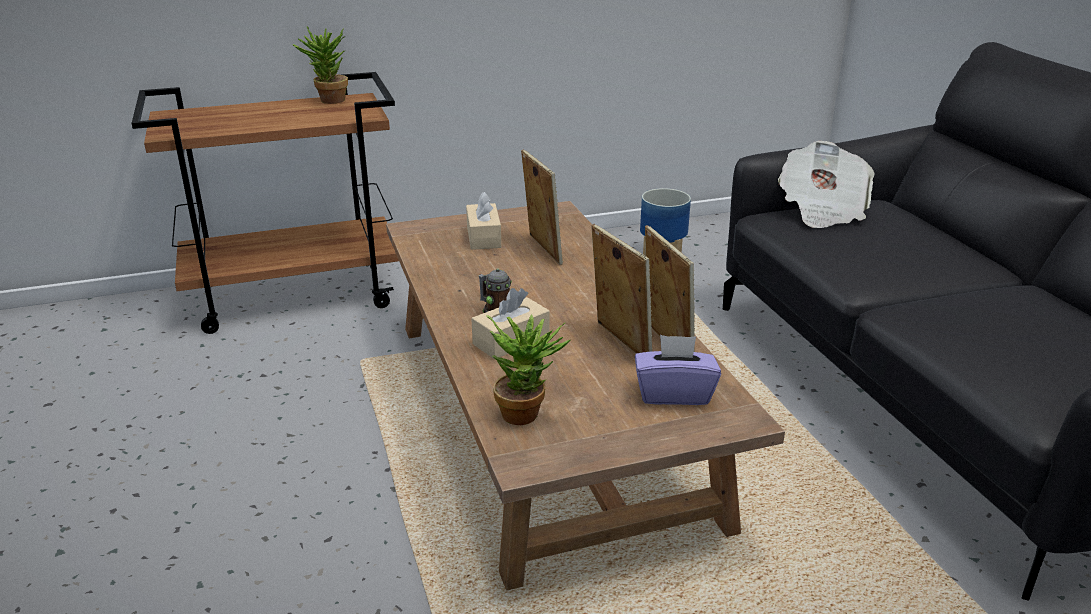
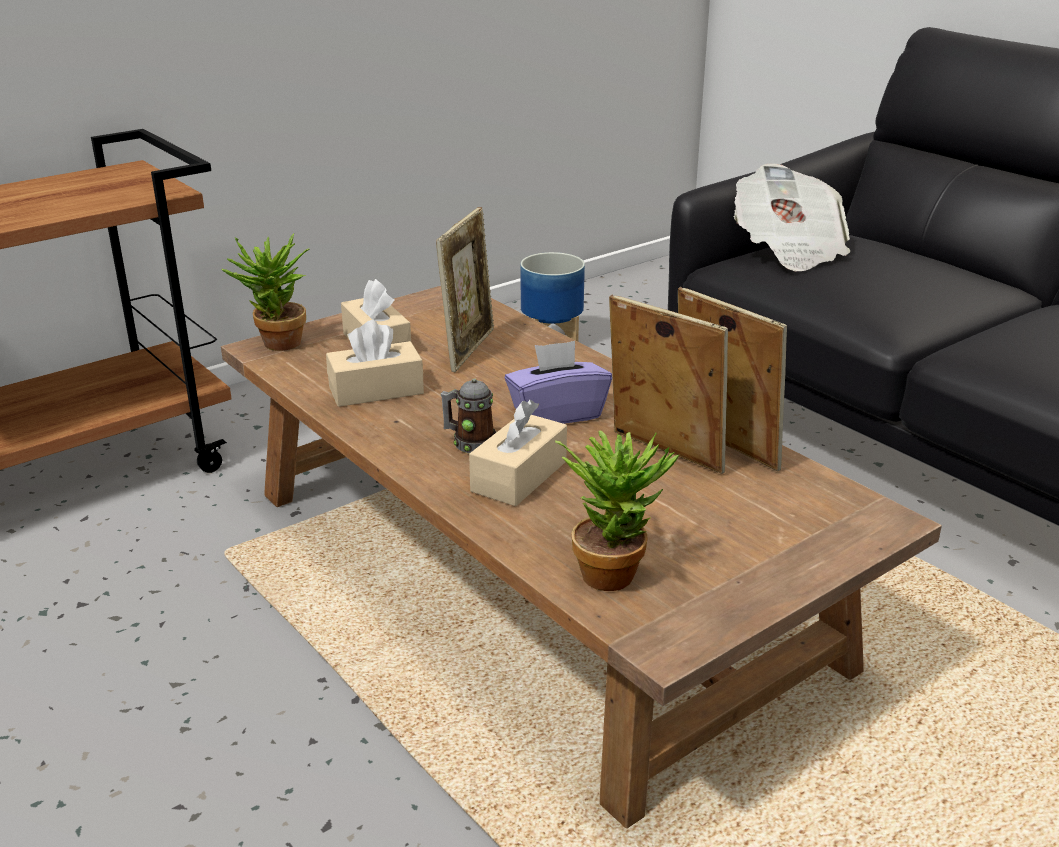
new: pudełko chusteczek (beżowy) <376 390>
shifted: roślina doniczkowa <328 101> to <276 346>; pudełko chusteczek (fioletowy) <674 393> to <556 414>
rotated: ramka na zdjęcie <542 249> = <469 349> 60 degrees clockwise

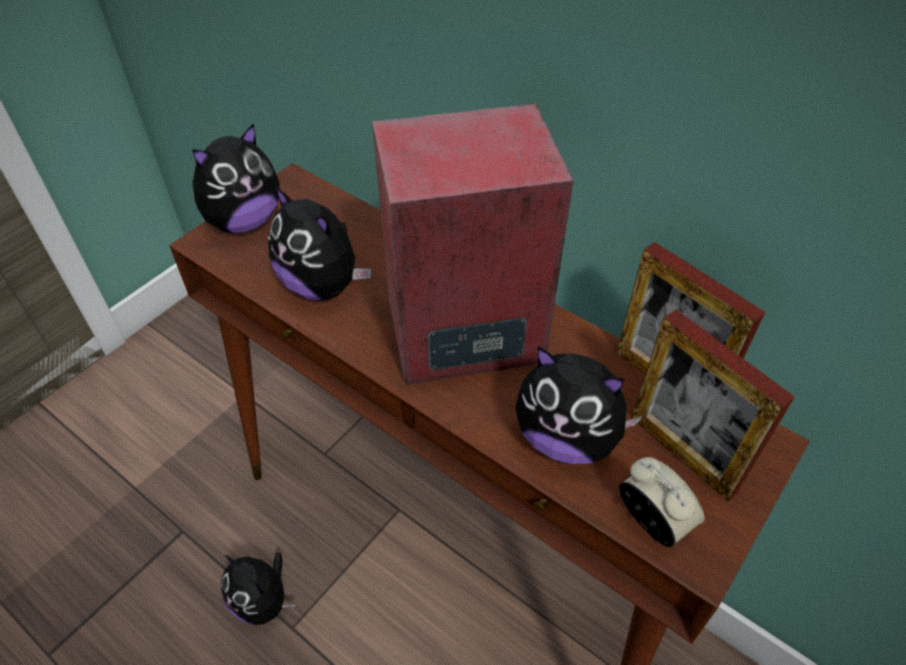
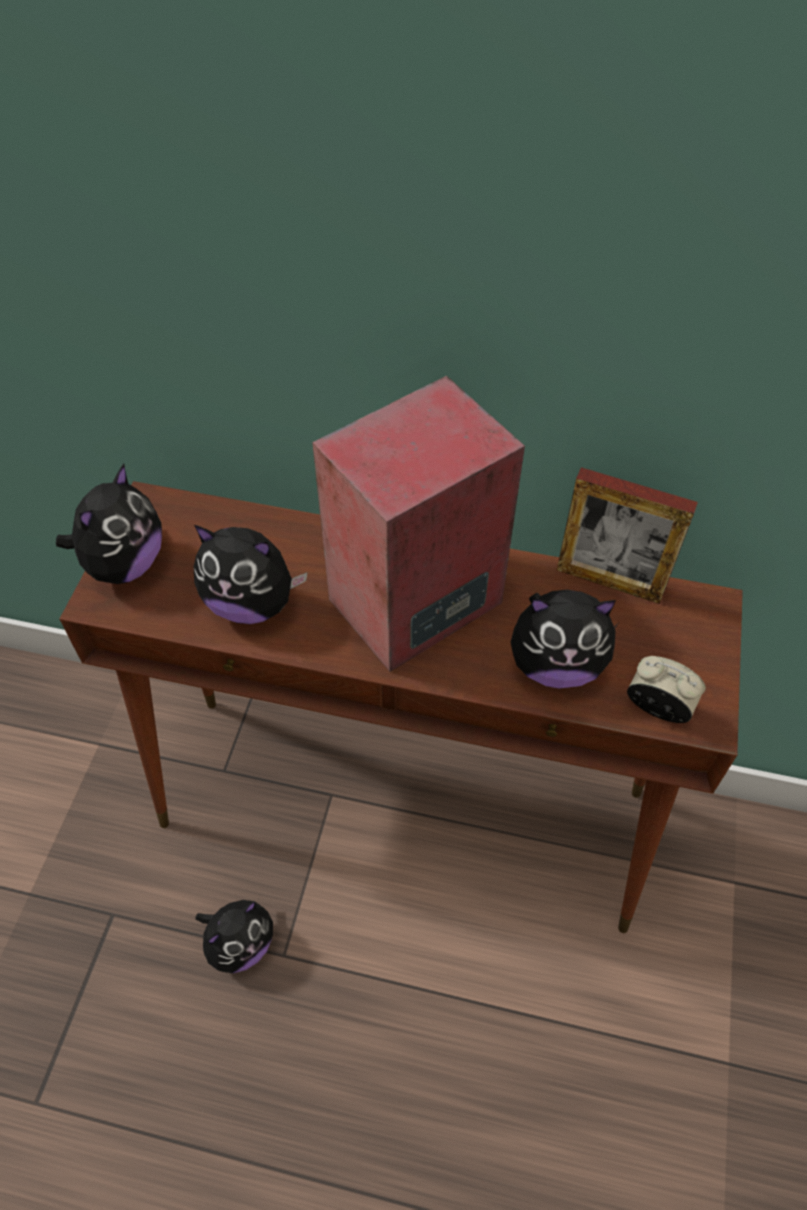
gone: ramka na zdjęcie <683 453>
rotated: pluszak <263 601> = <240 943> 60 degrees counterclockwise

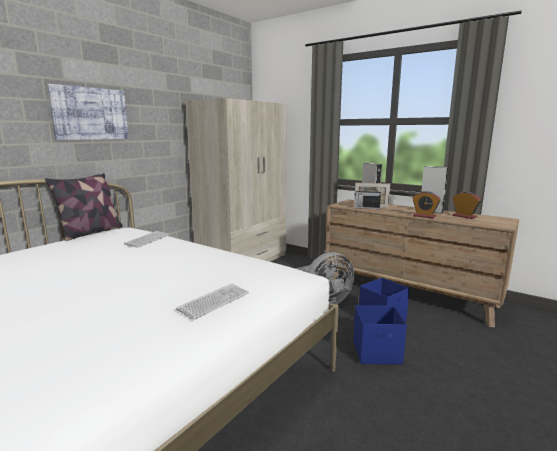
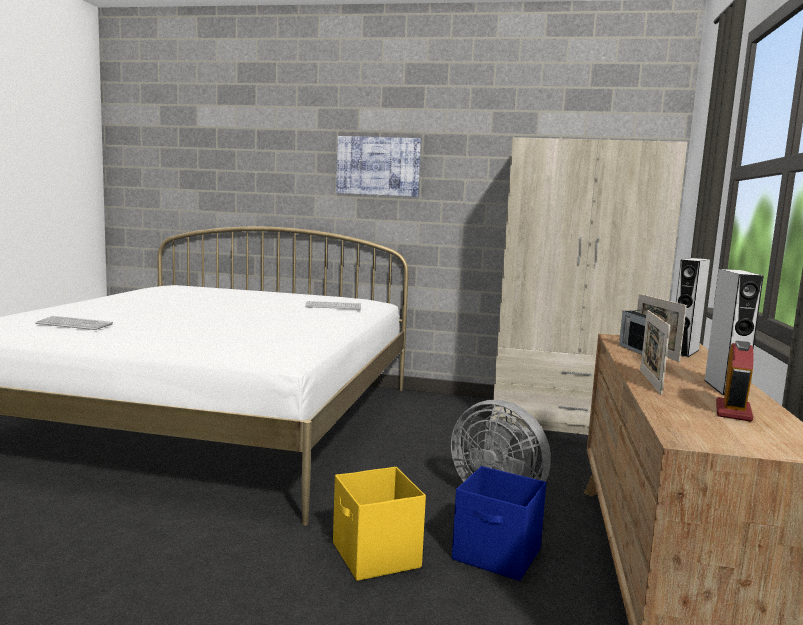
gone: poduszka <91 232>
shifted: klawiatura <214 301> to <74 324>
swapped: budzik <424 216> to ramka na zdjęcie <650 381>
repainted: pojemnik do przechowywania (niebieski) <377 353> to pojemnik do przechowywania (żółty) <375 556>

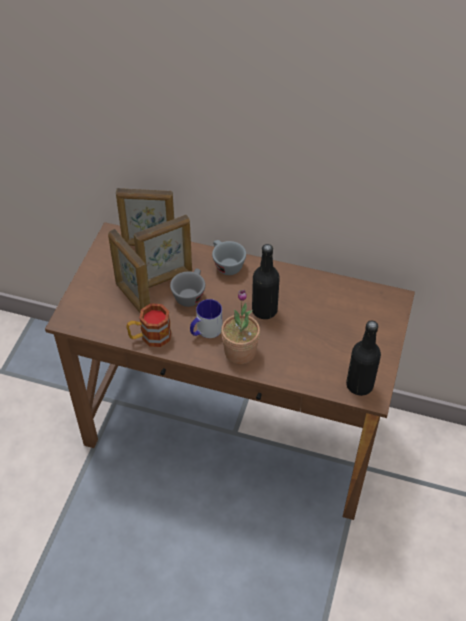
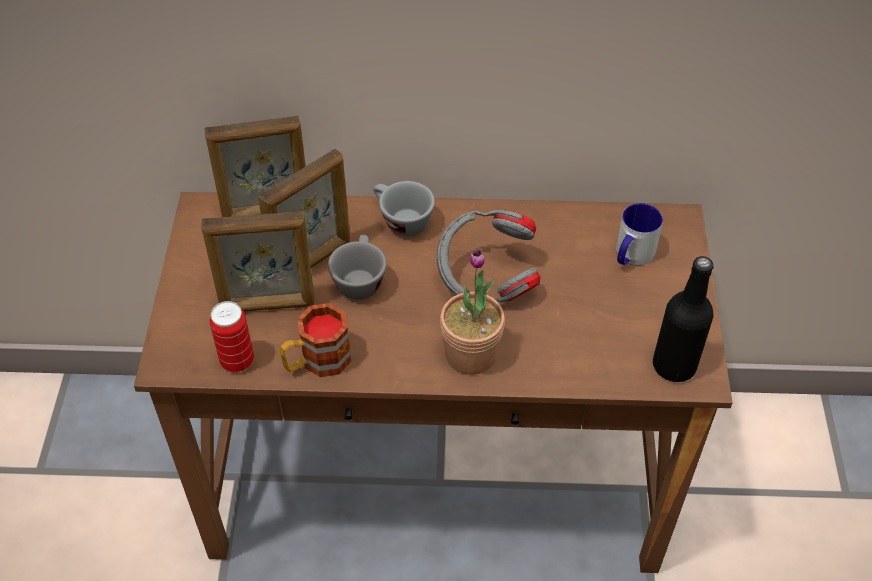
new: puszka <237 361>
shifted: kubek <205 331> to <631 255>
swapped: butelka (czarny) <264 310> to słuchawki (szary) <486 280>
rotated: ramka na zdjęcie <133 299> = <268 305> 45 degrees counterclockwise

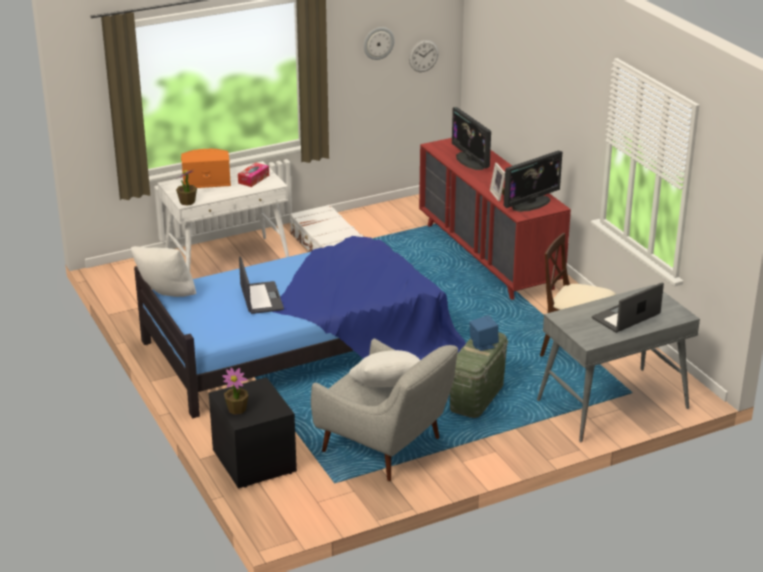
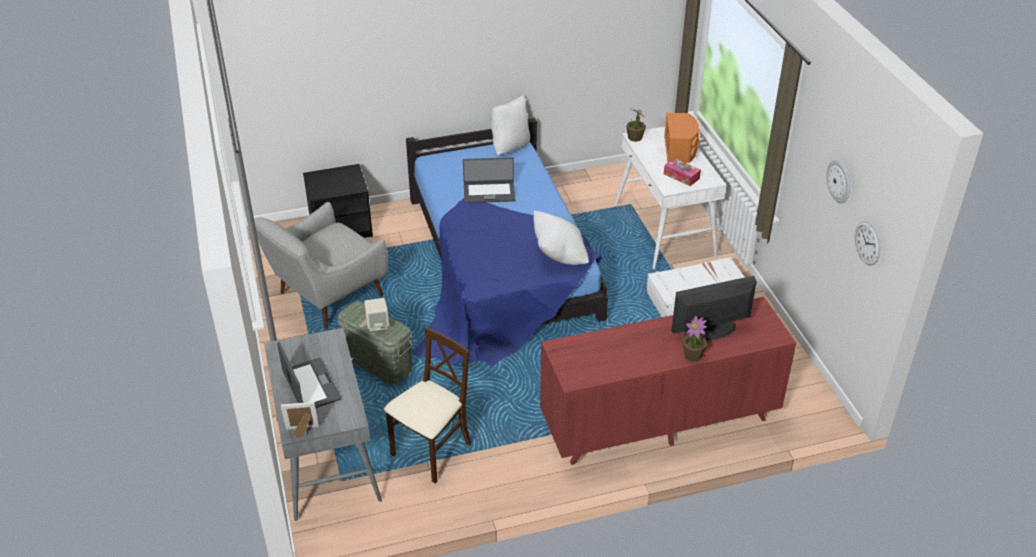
gone: monitor <531 203>
shifted: roślina doniczkowa <237 409> to <693 355>; poduszka (biały) <386 388> to <559 255>; ramka na zdjęcie <499 195> to <302 432>
repainted: głośnik (niebieski) <483 345> to głośnik (beżowy) <377 324>

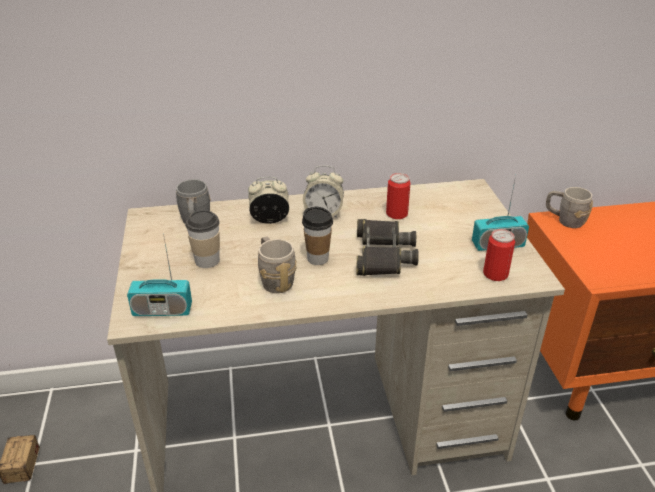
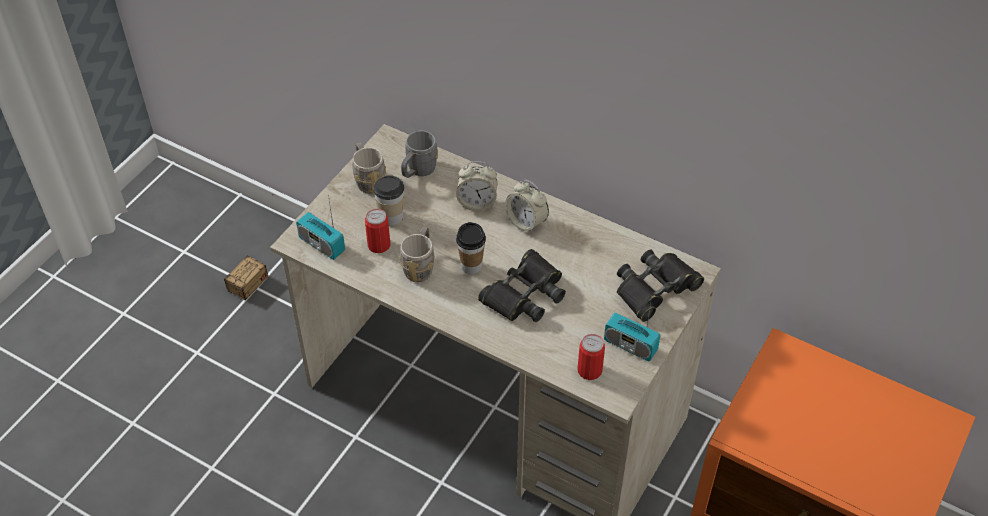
new: lornetka (czarny) <655 289>
shifted: puszka <397 214> to <379 245>; kubek (szary) <564 220> to <368 179>
rotated: budzik <270 220> = <477 202> 150 degrees clockwise

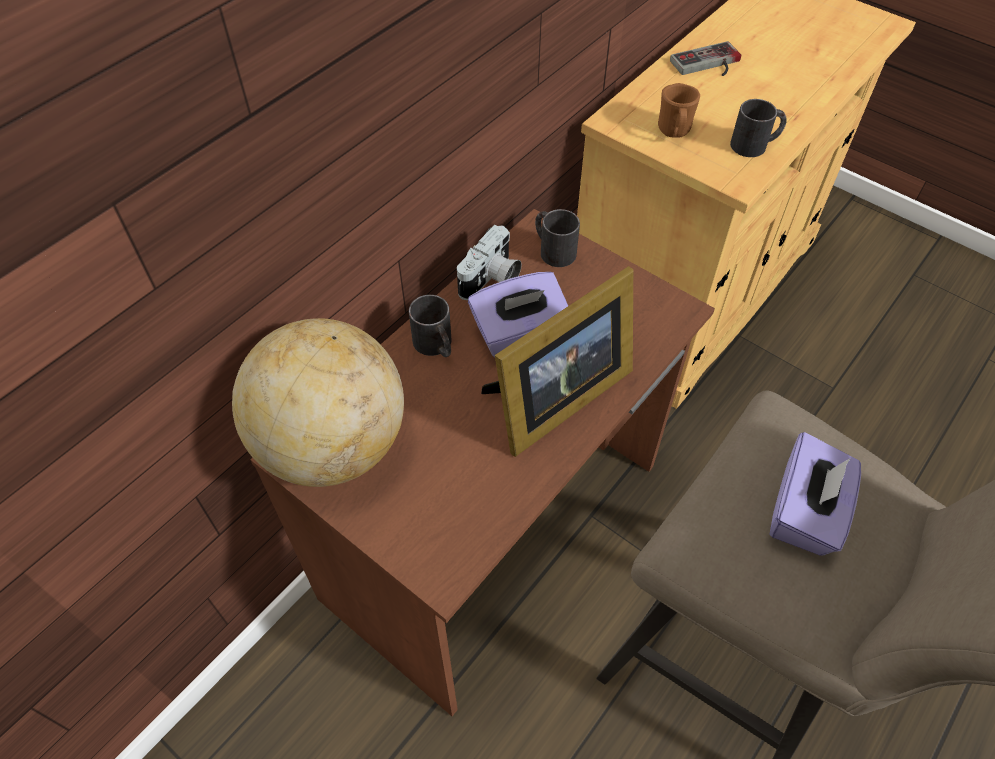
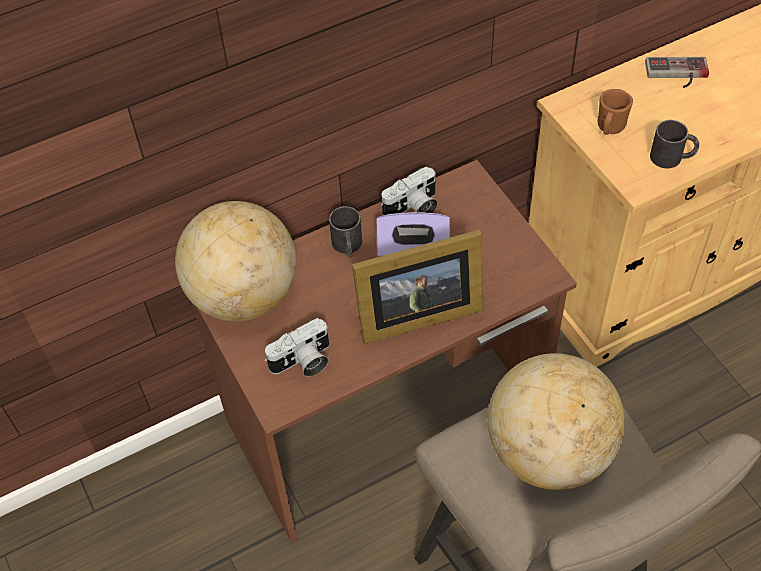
gone: kubek (czarny) <553 249>
new: aparat fotograficzny <303 362>
swapped: pudełko chusteczek (fioletowy) <805 512> to globus <549 452>

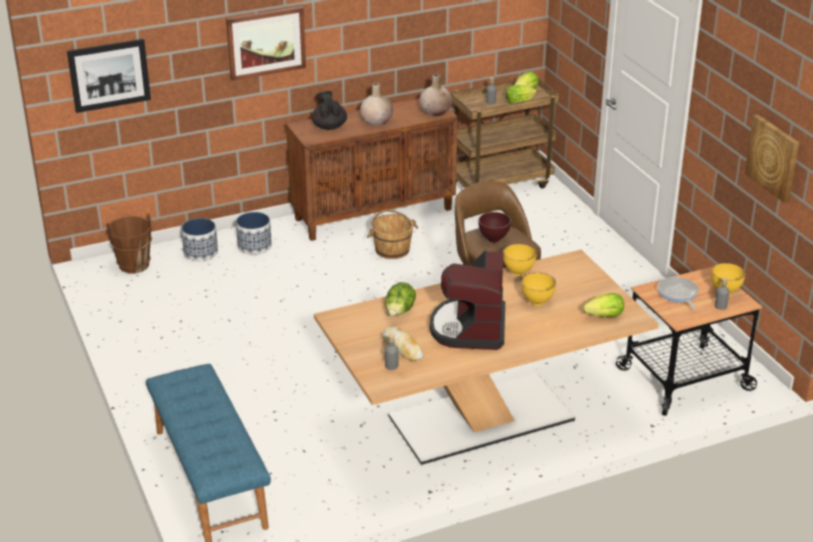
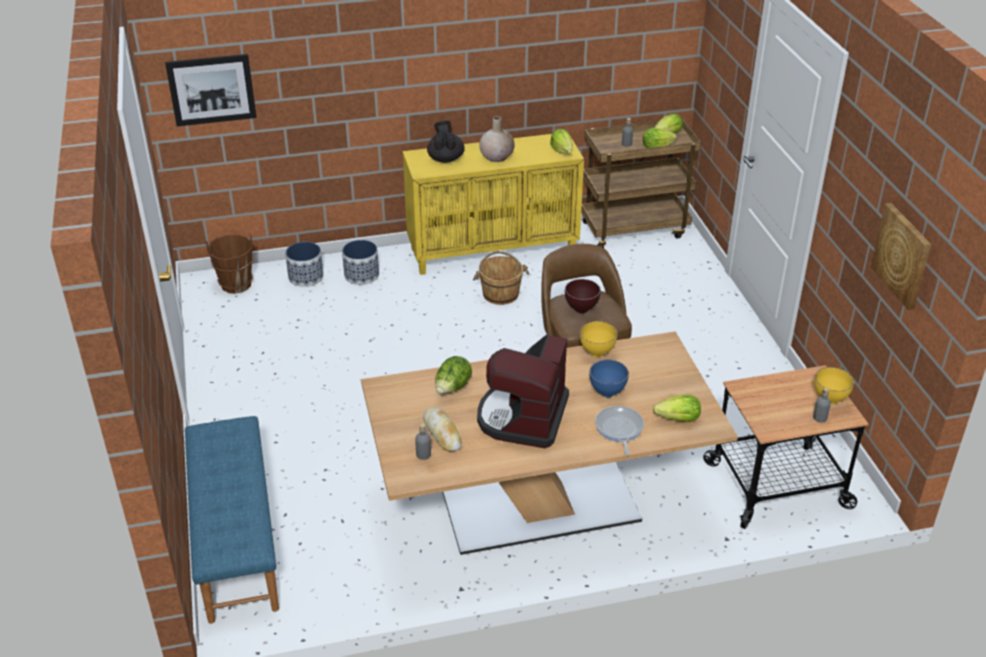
gone: obraz <266 42>
shifted: patelnia <678 294> to <619 429>
swapped: wazon (beżowy) <435 112> to sałata <562 151>
repainted: szafka (brązowy) <374 213> to szafka (żółty) <493 250>; miska (żółty) <538 302> to miska (niebieski) <608 393>

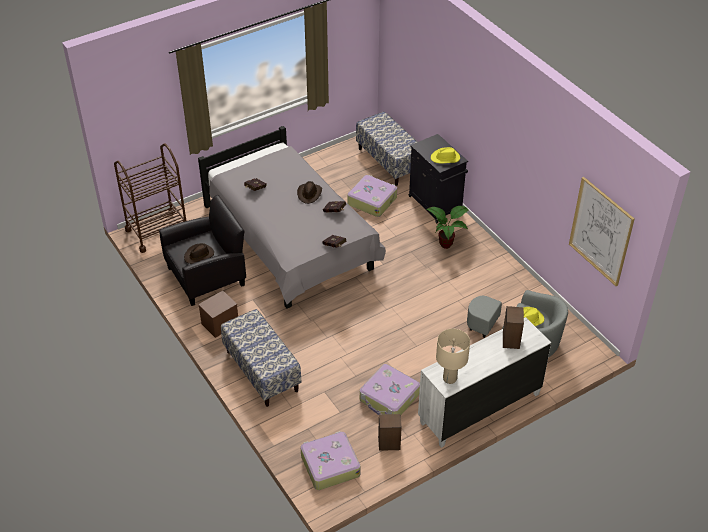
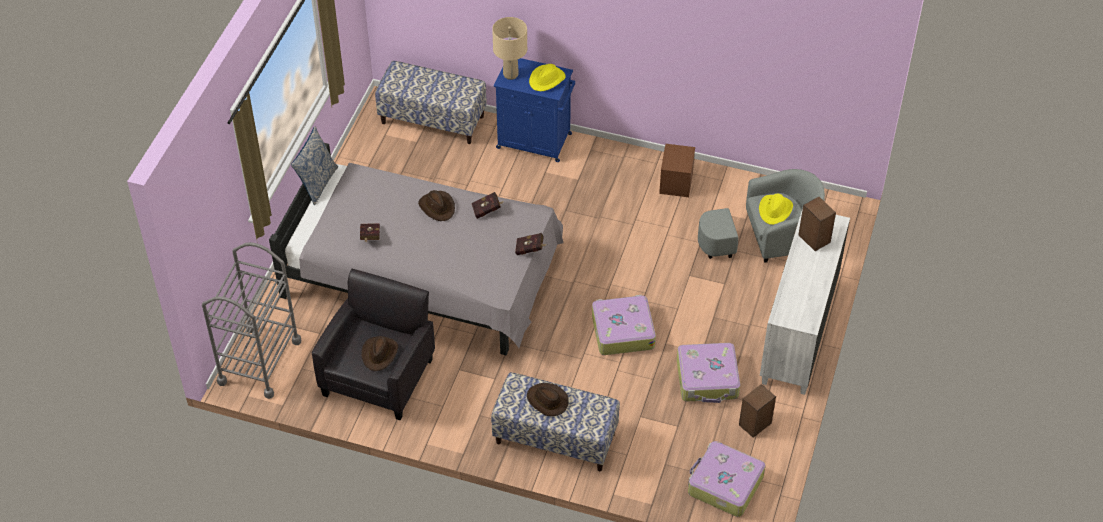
gone: roślina doniczkowa <447 244>; obraz <601 231>
new: poduszka <317 183>; kapelusz (brązowy) <547 401>
shifted: pojemnik do przechowywania (brązowy) <220 324> to <676 183>; walizka <372 200> to <622 331>; lampa stołowa (beżowy) <450 378> to <510 74>
repainted: wózek (brązowy) <157 231> to wózek (szary) <259 362>; szafka (czarny) <436 205> to szafka (niebieski) <535 141>

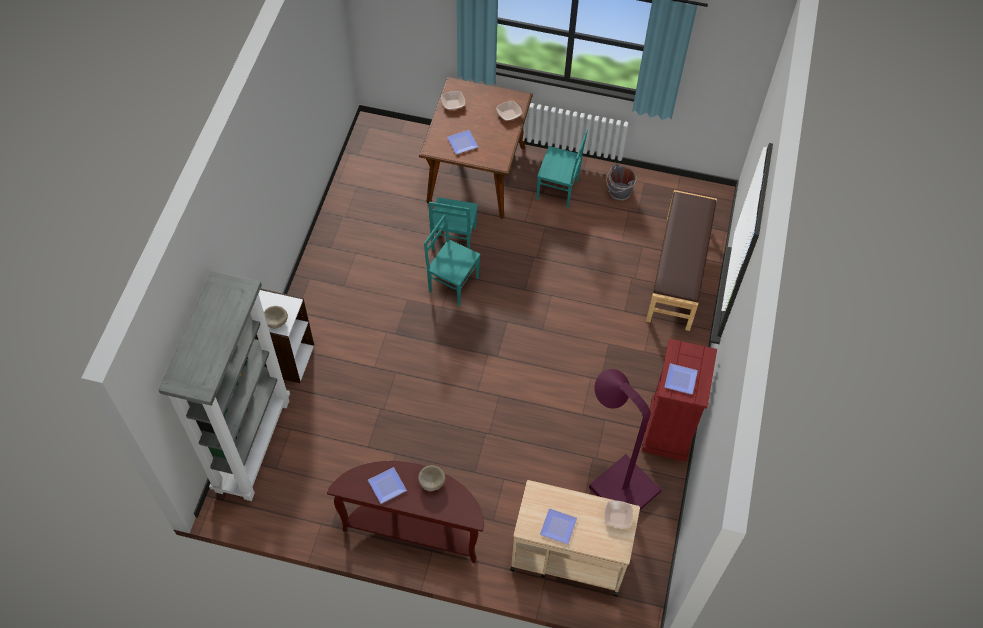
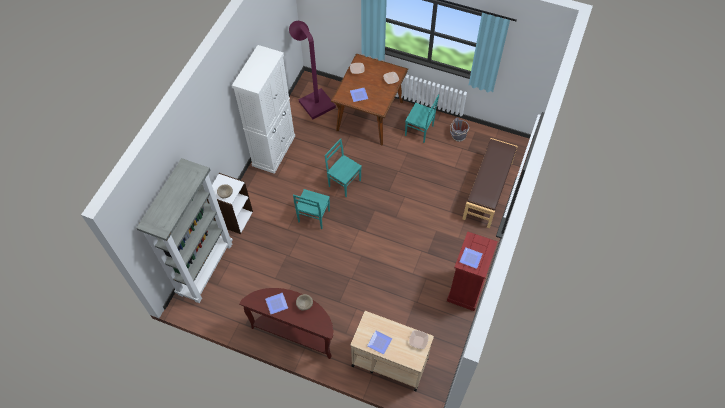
new: szafka (biały) <274 150>
shifted: krzesło (turkusowy) <453 239> to <313 216>; lampa stojąca (fioletowy) <617 482> to <314 101>

